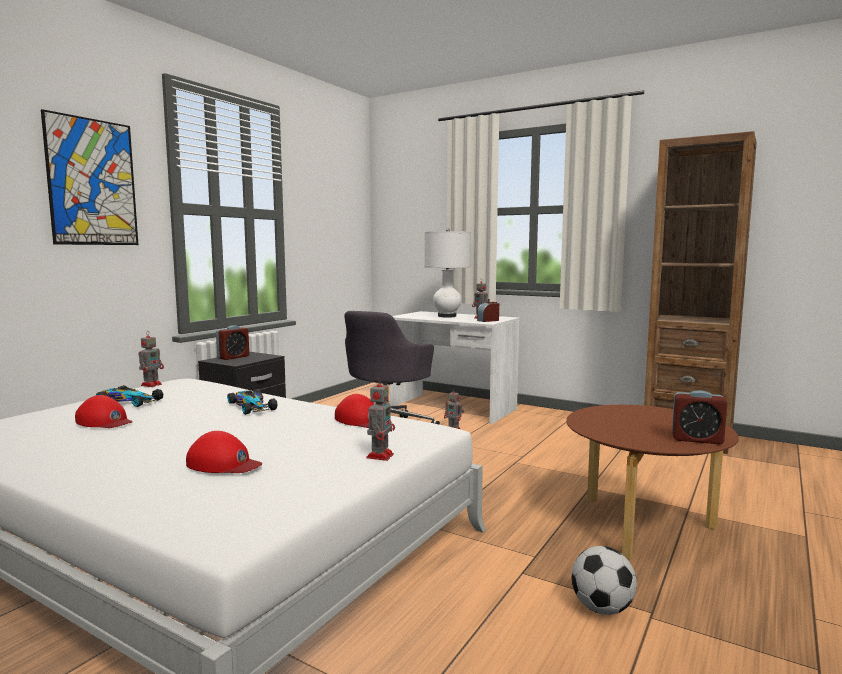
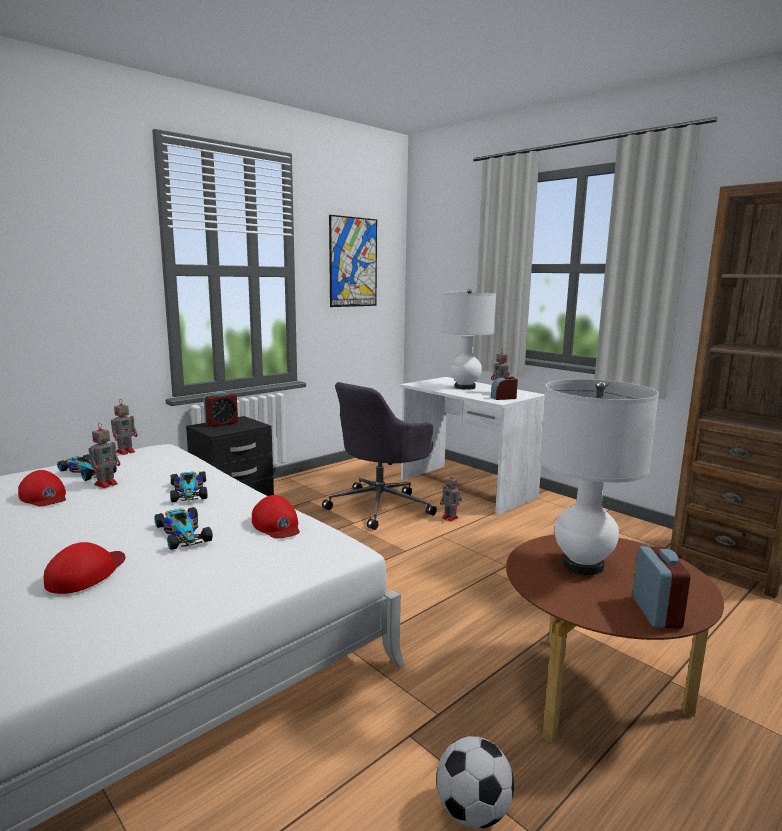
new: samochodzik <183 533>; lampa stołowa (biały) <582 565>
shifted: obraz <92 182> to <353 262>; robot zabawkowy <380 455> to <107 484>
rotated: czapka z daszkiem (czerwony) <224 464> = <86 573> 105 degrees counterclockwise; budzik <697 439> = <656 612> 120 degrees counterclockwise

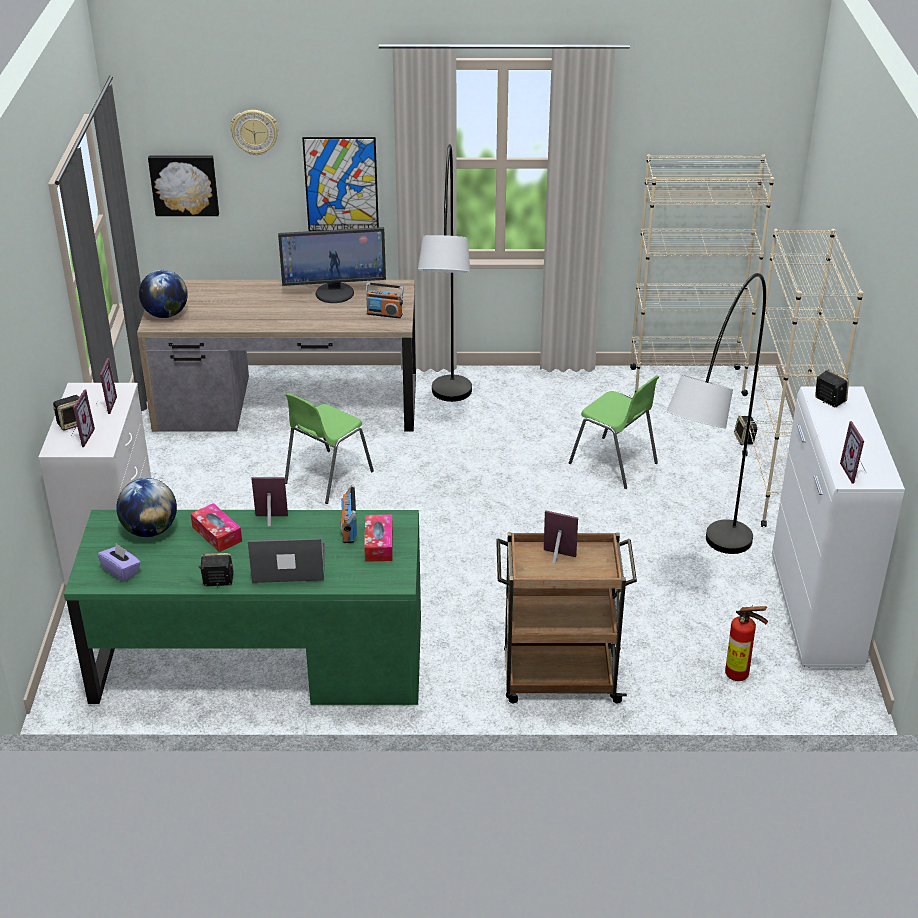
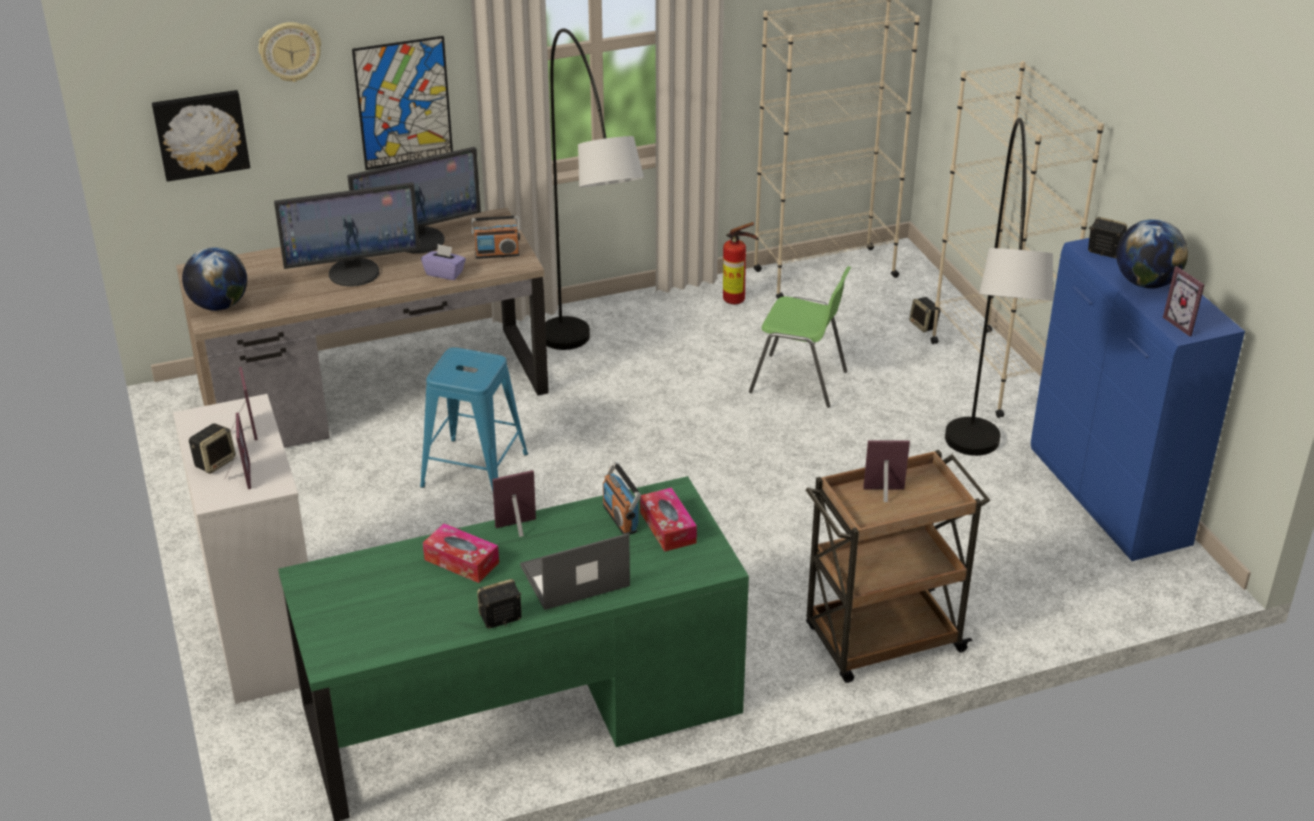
new: monitor <354 272>
shifted: pudełko chusteczek (fioletowy) <121 571> to <444 273>; globus <150 530> to <1146 283>; gaśnica <740 676> to <737 300>
swapped: krzesło (zielony) <327 477> to stołek (niebieski) <475 470>
repainted: szafka (biały) <816 614> to szafka (niebieski) <1109 500>

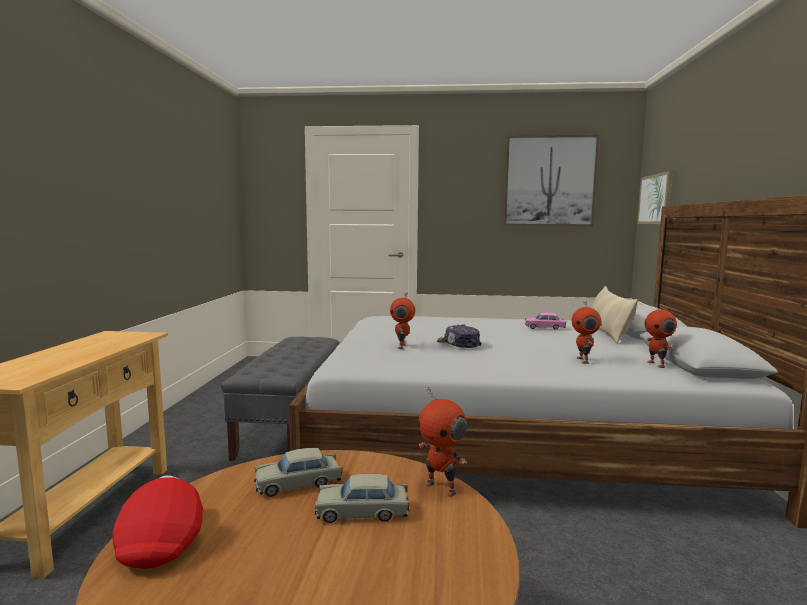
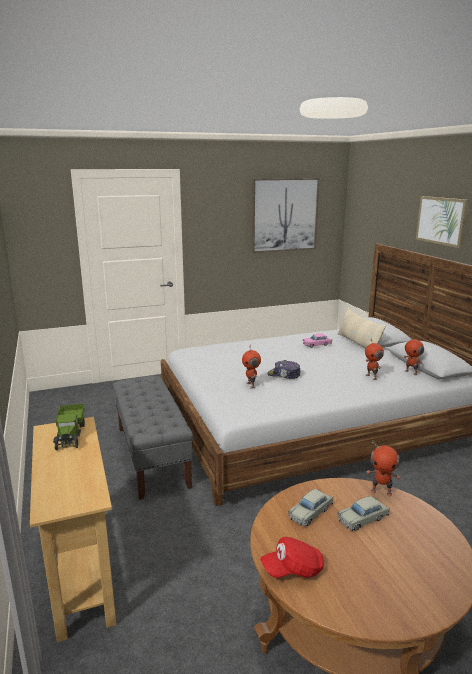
new: ciężarówka zabawkowa <70 434>
shifted: obraz <655 199> to <442 220>
rotated: czapka z daszkiem (czerwony) <163 541> = <293 569> 75 degrees counterclockwise

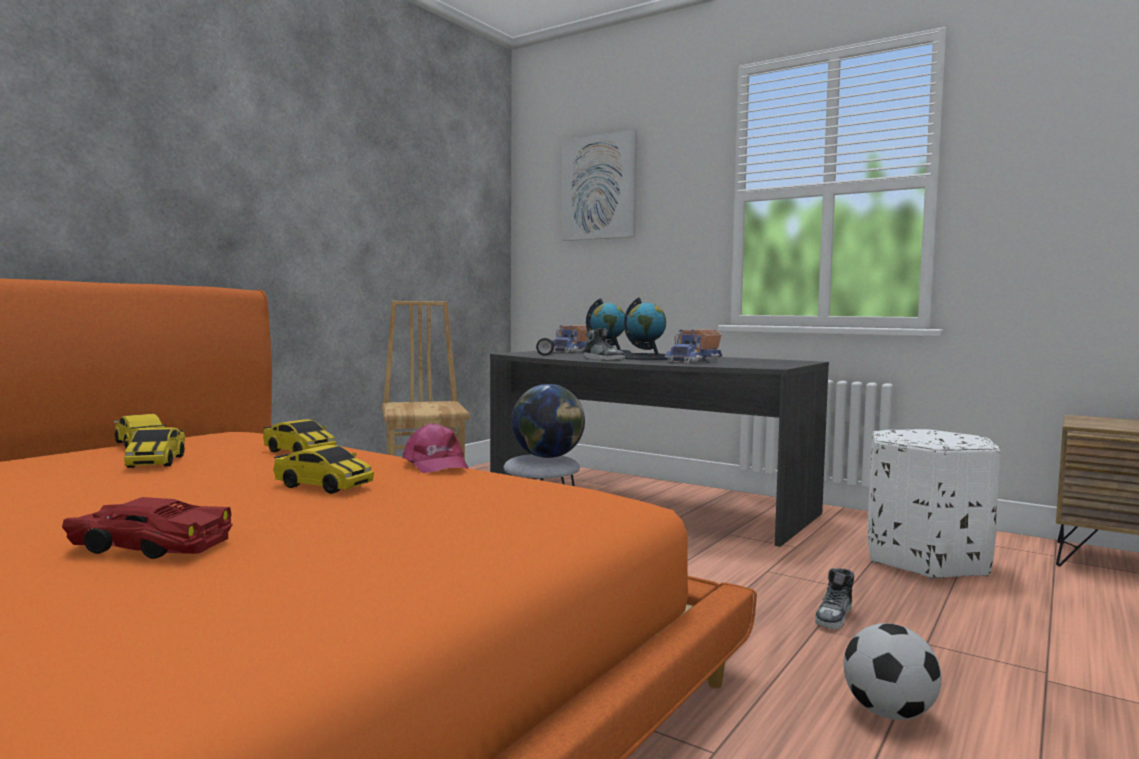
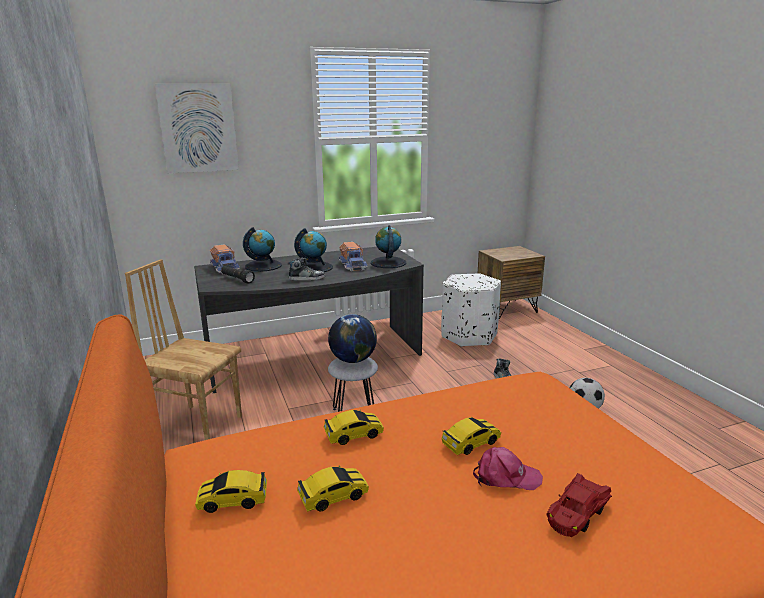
new: globus <388 263>
shifted: czapka z daszkiem (różowy) <435 464> to <505 477>
rotated: samochodzik <156 462> = <333 496> 45 degrees counterclockwise

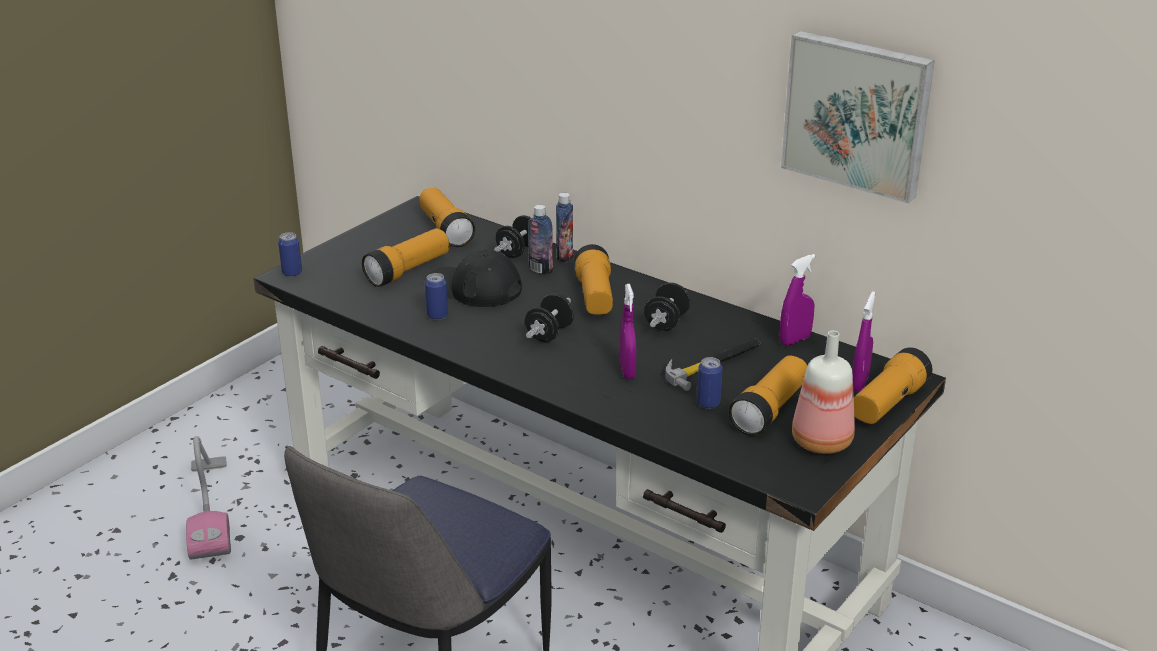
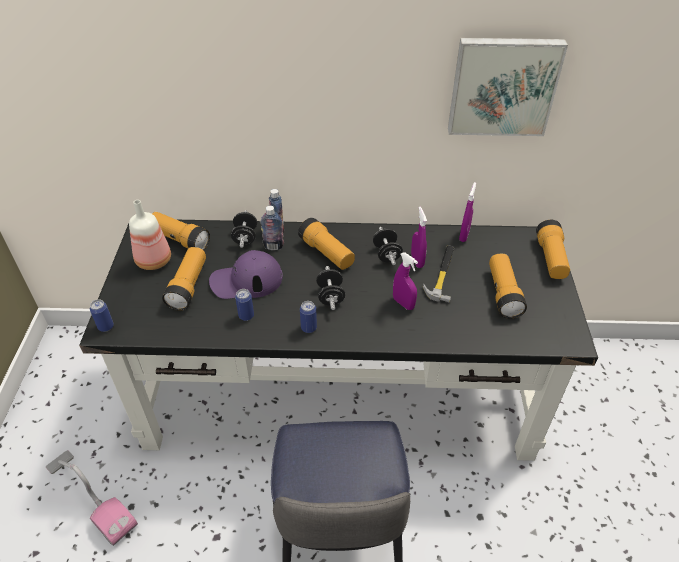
shifted: puszka <708 403> to <308 328>; butelka <823 443> to <155 261>; spryskiwacz (fioletowy) <859 383> to <417 260>
repainted: czapka z daszkiem (czarny) <473 287> to czapka z daszkiem (fioletowy) <246 280>

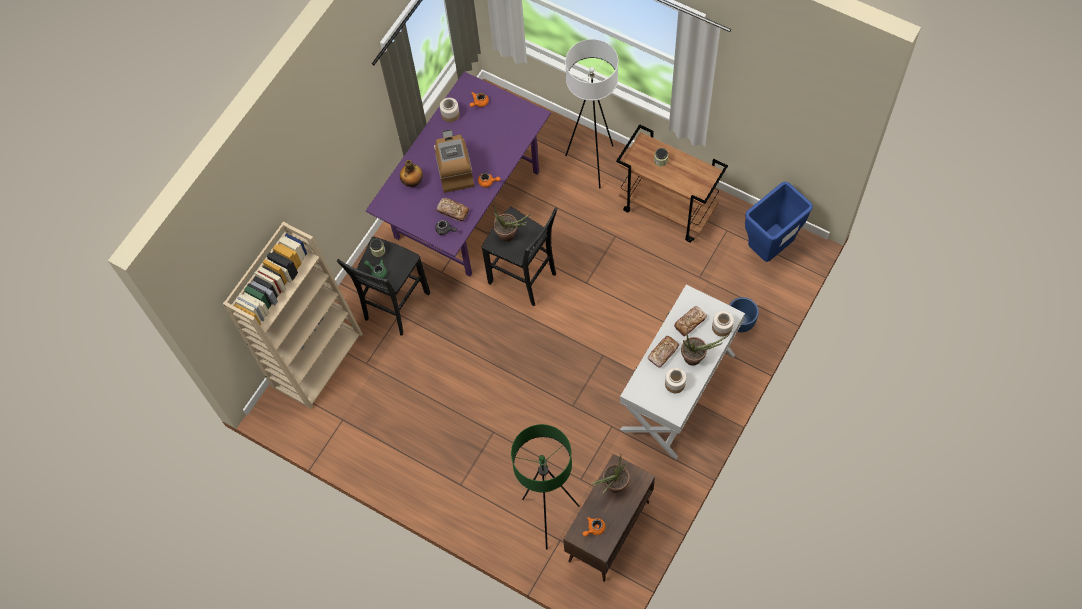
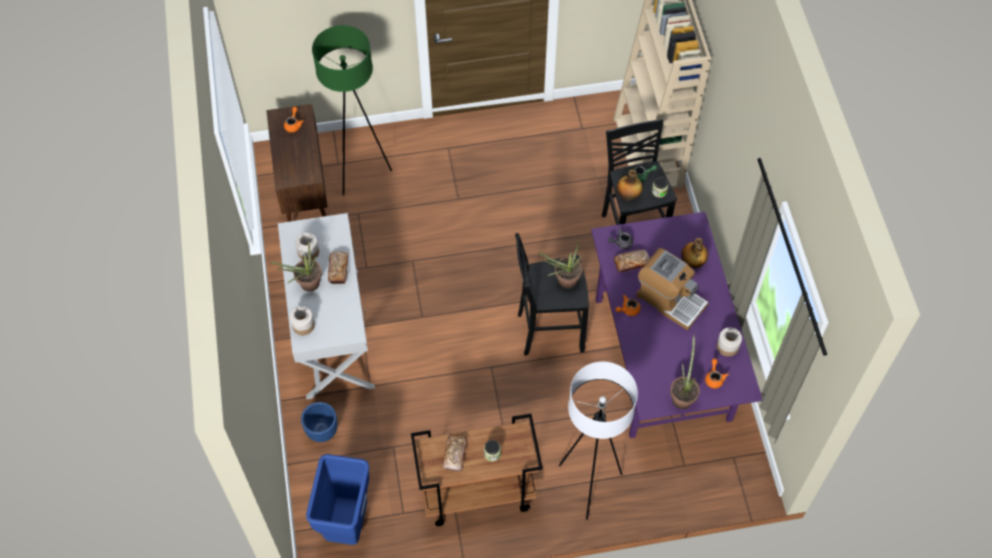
new: butelka <628 196>
shifted: roślina doniczkowa <612 486> to <682 395>; chleb <690 322> to <455 454>

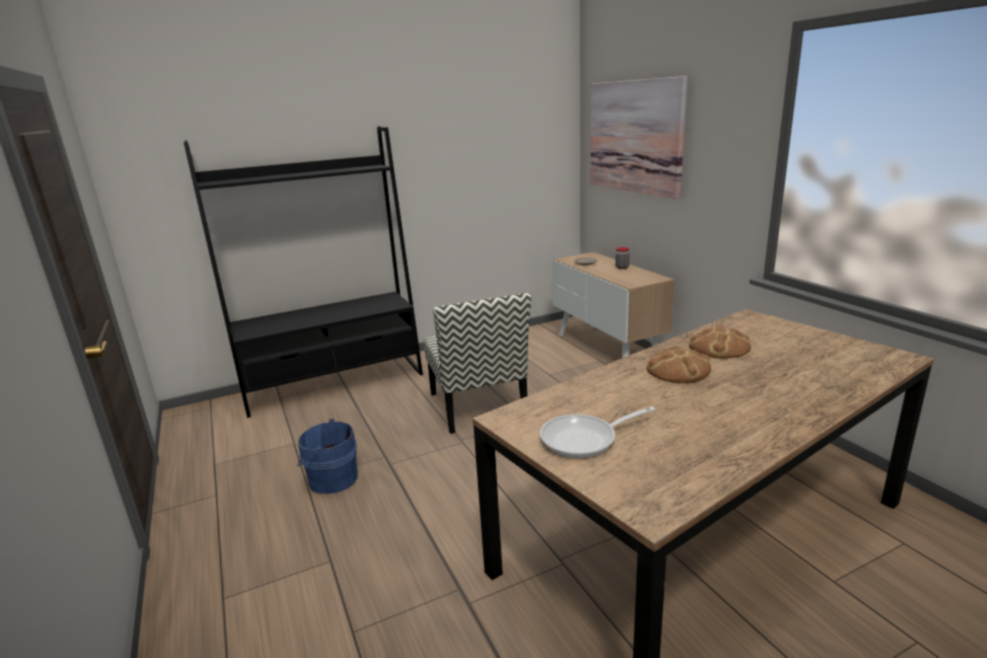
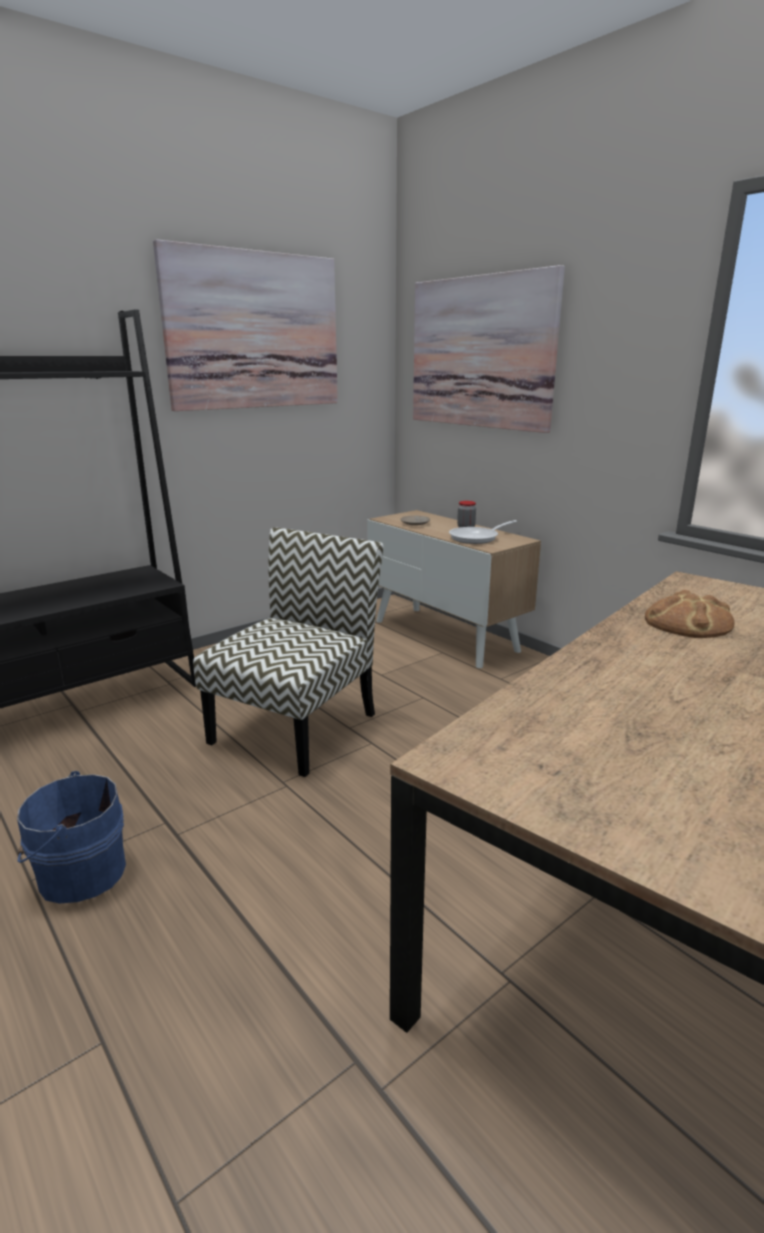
gone: chleb <678 370>
new: obraz <254 331>
shifted: patelnia <585 439> to <477 538>
rotated: krzesło <479 405> = <295 726> 120 degrees counterclockwise

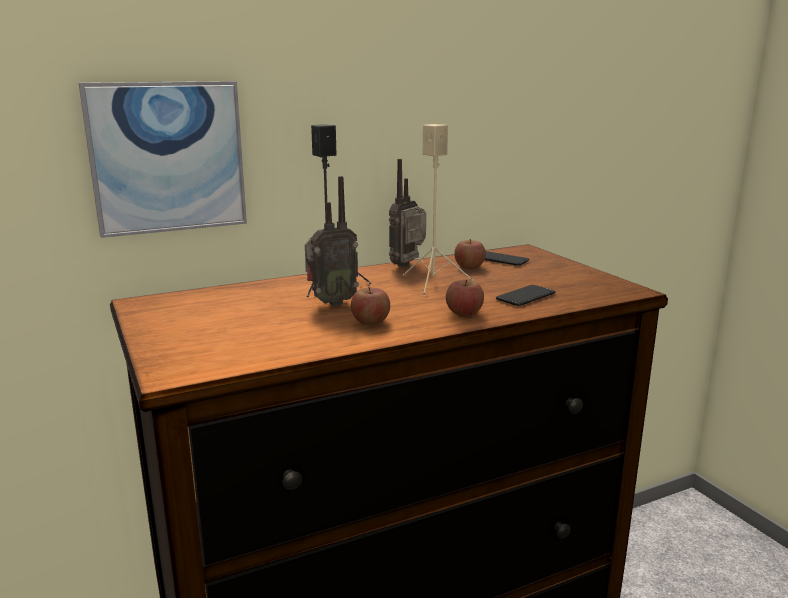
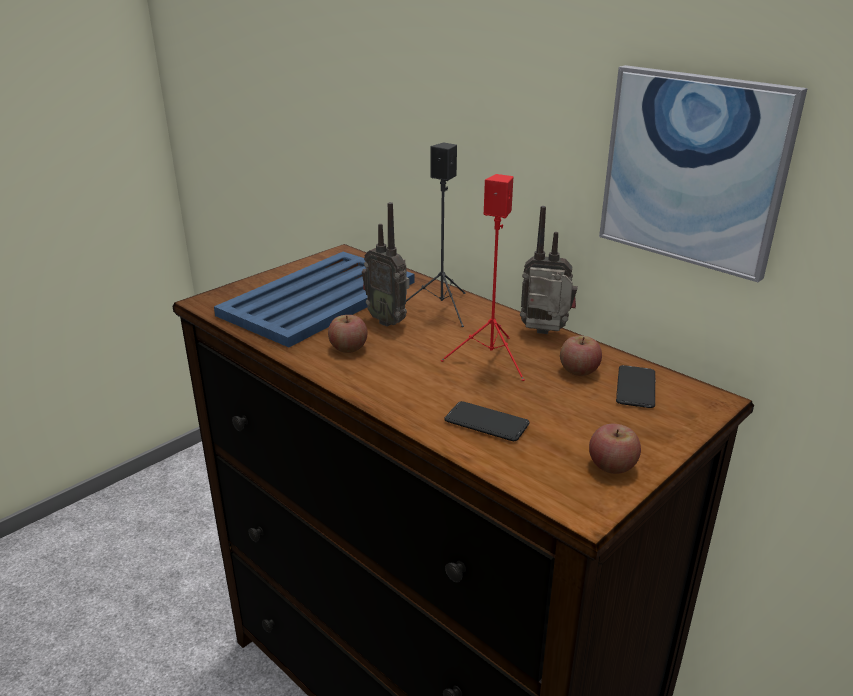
new: taca (niebieski) <321 298>
shifted: obraz <167 157> to <693 170>; jabłko <464 313> to <612 465>
repainted: głośnik (beżowy) <434 283> to głośnik (czerwony) <492 359>

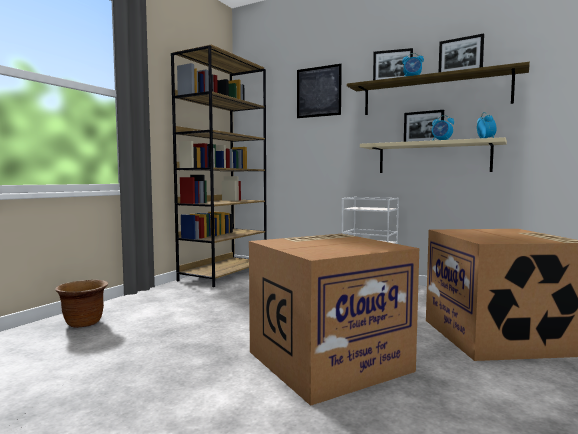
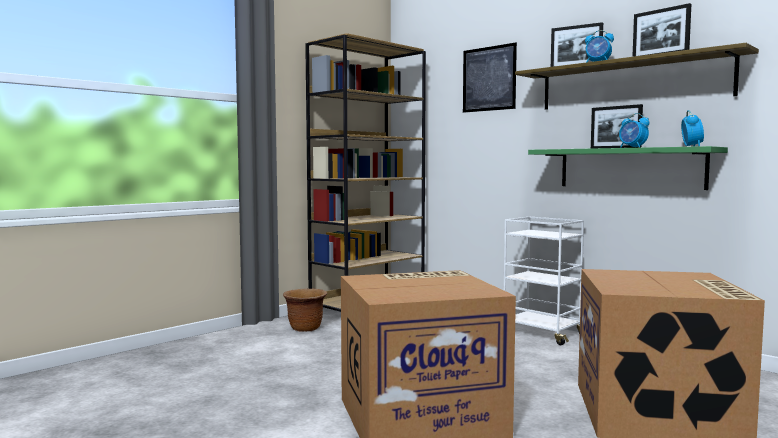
shifted: donica (brązowy) <84 323> to <305 328>
repainted: półka (beżowy) <433 158> to półka (zielony) <630 168>

